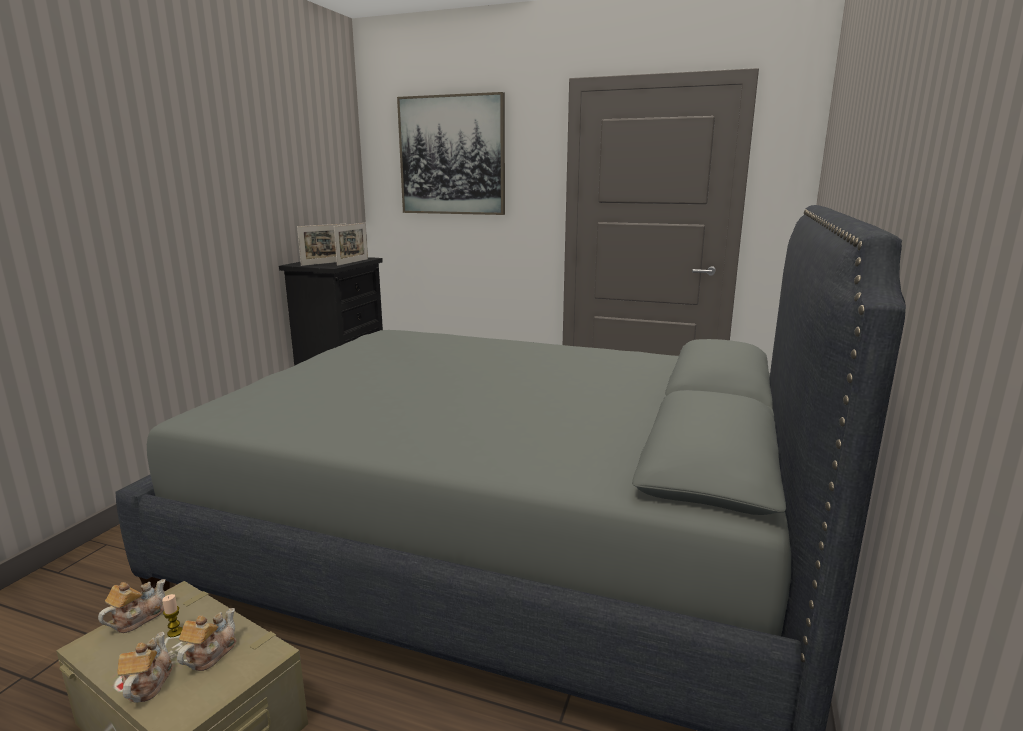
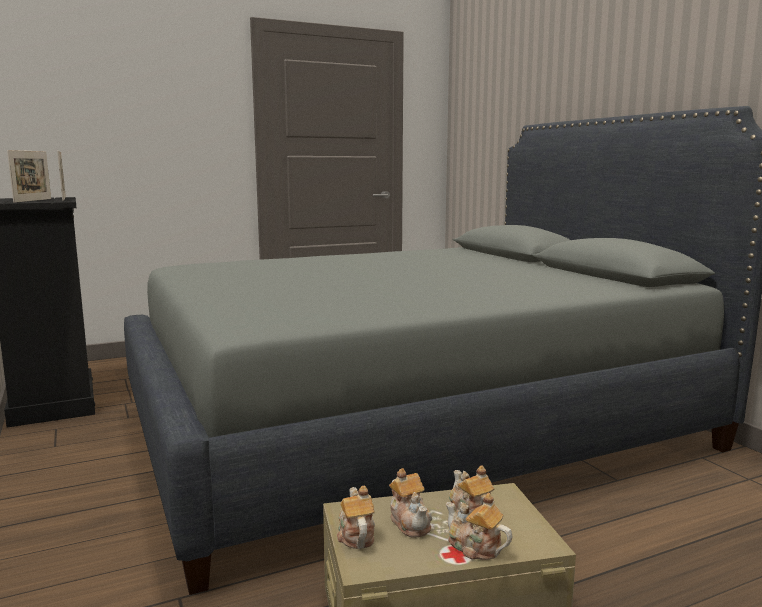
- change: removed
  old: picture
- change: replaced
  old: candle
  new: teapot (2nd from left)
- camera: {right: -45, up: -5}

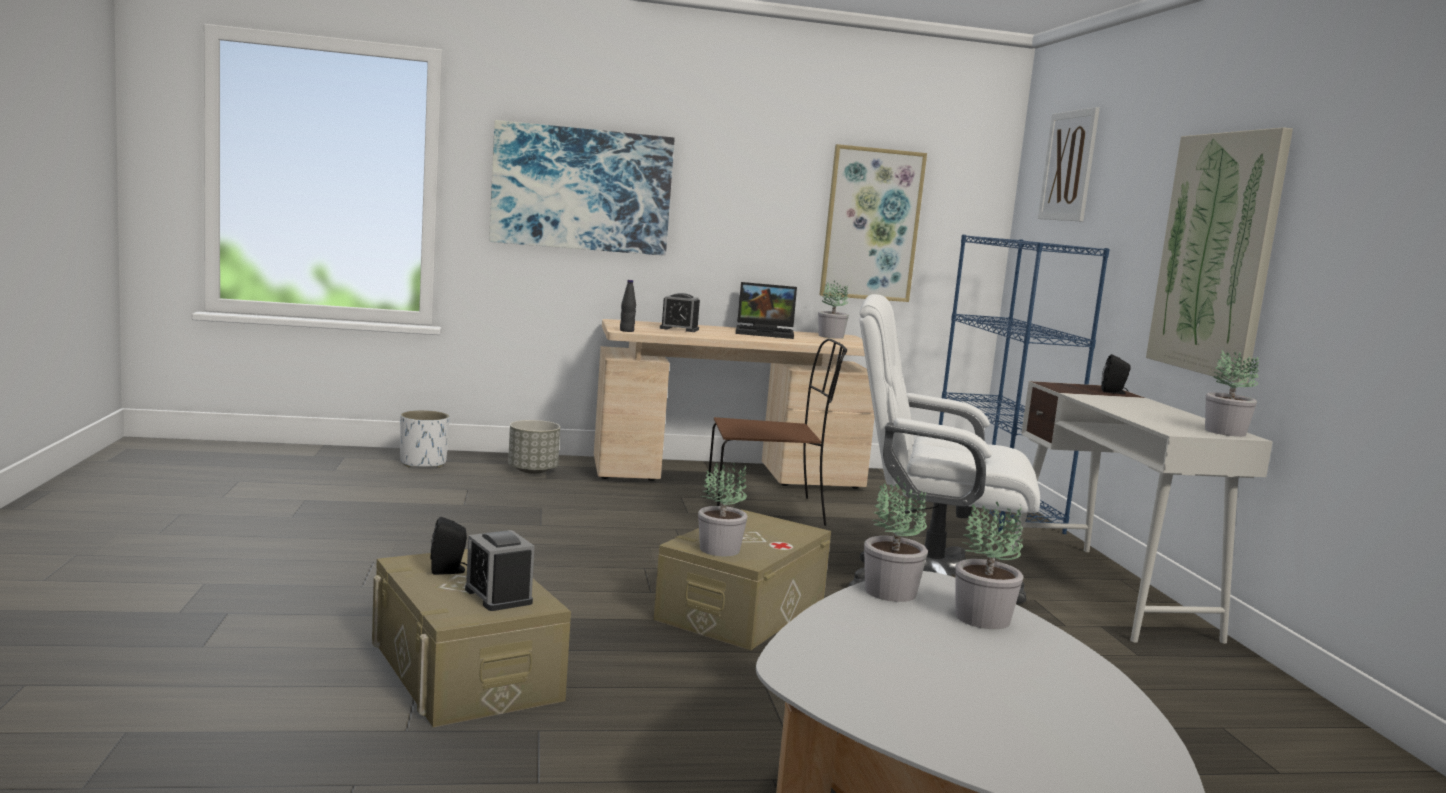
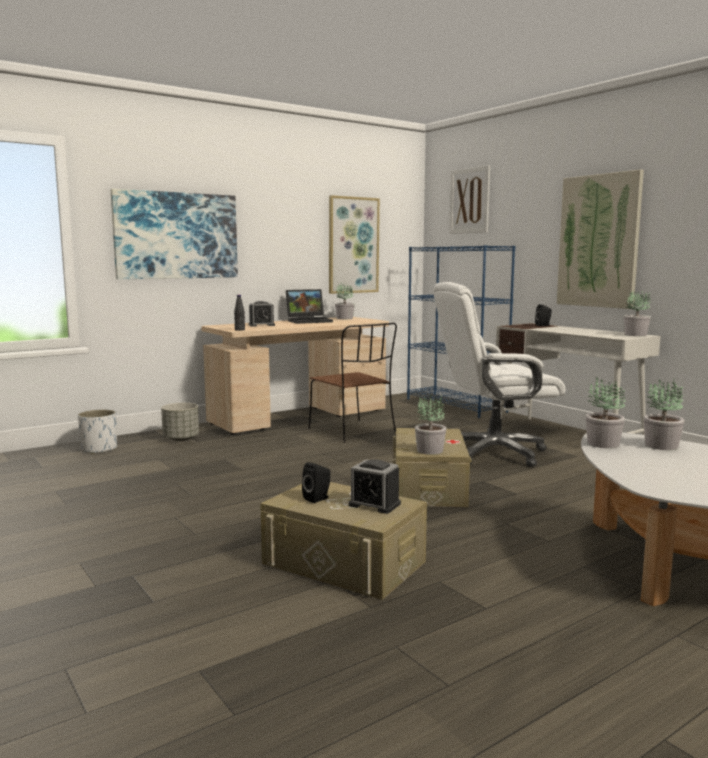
- change: turned
  old: chair (brown)
  degrees: 90
- camera: {right: -25, up: 0}

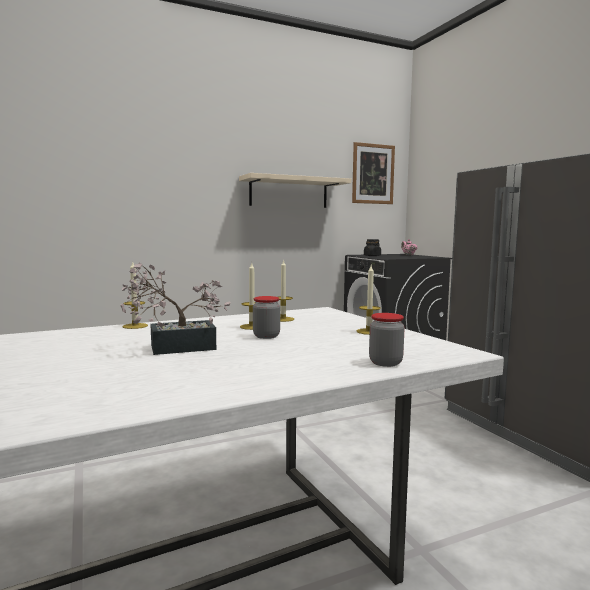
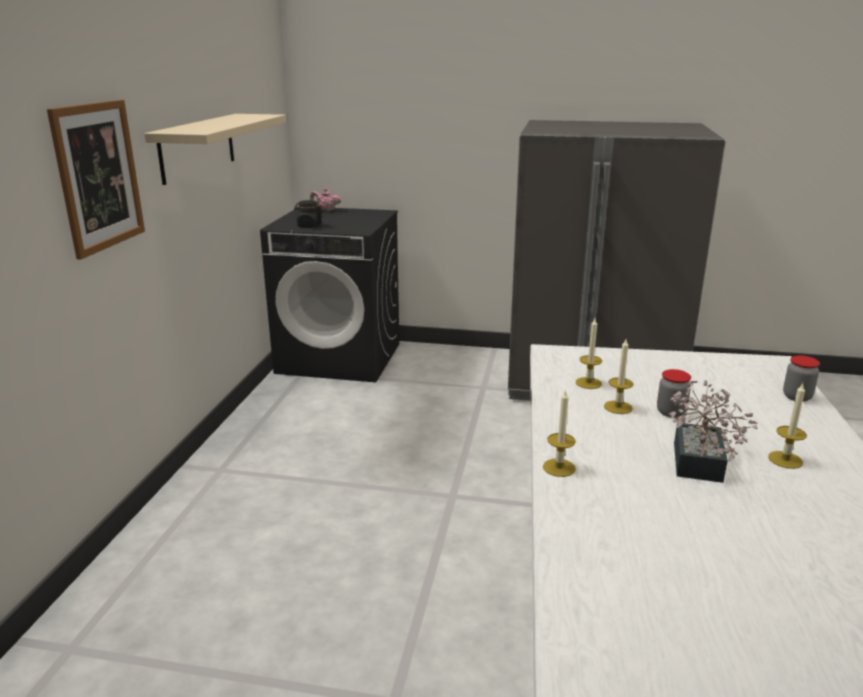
- change: moved
  old: picture
- change: moved
  old: candle (4th from left)
- camera: {right: -55, up: 15}

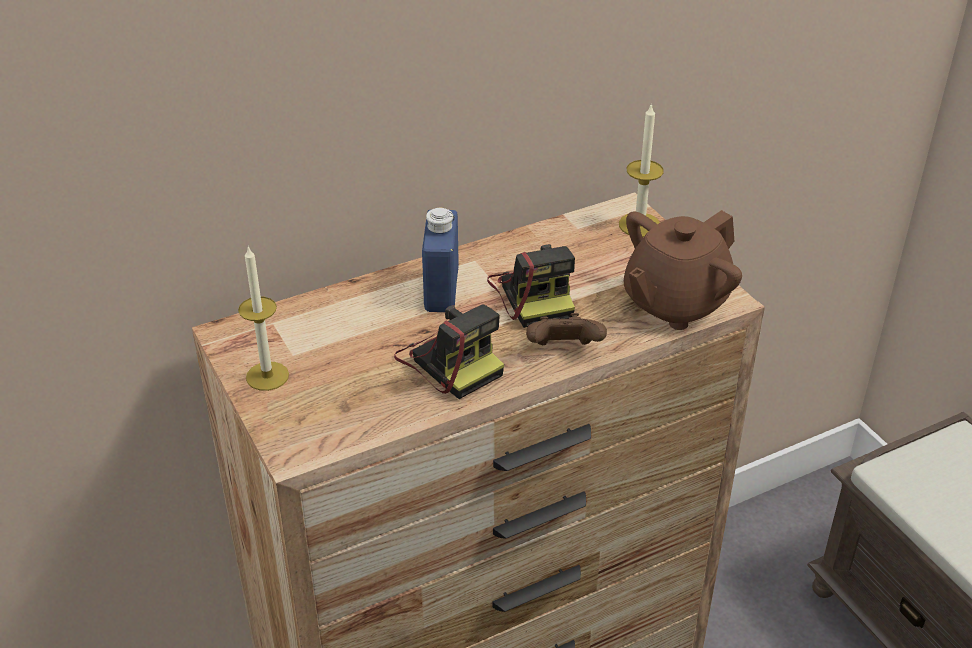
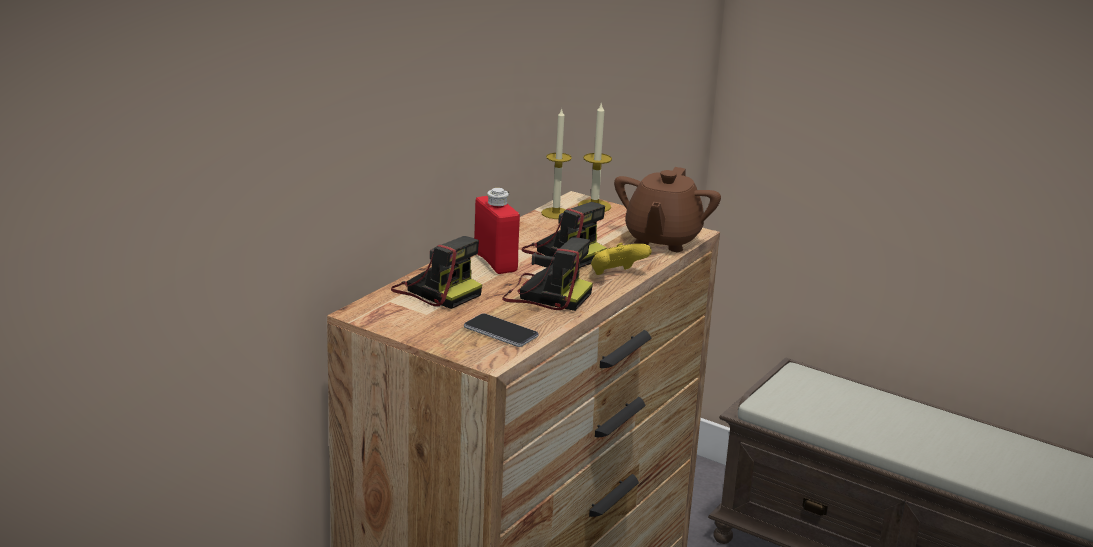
- change: added
  new: photo camera (1st from left)
- change: added
  new: phone
- change: moved
  old: candle (1st from left)
- change: recoloured
  old: bottle (blue)
  new: bottle (red)
- change: recoloured
  old: game controller (brown)
  new: game controller (yellow)
- camera: {right: -30, up: -15}

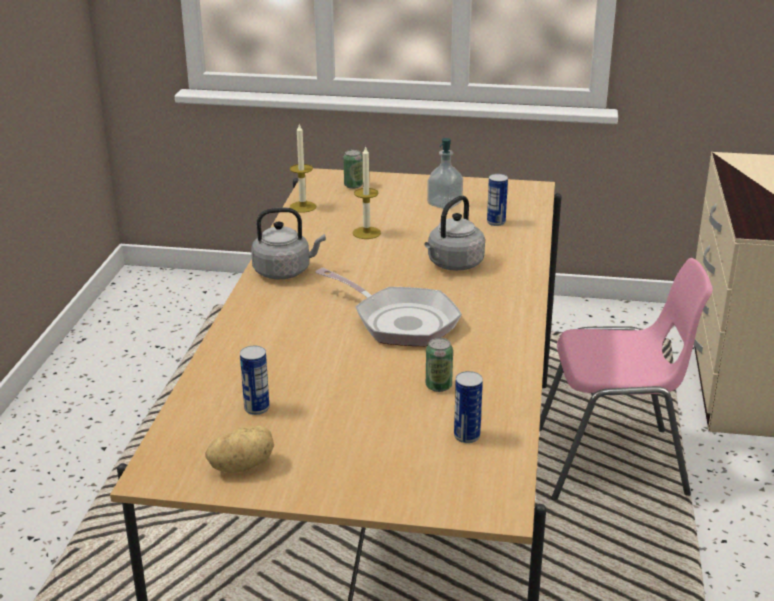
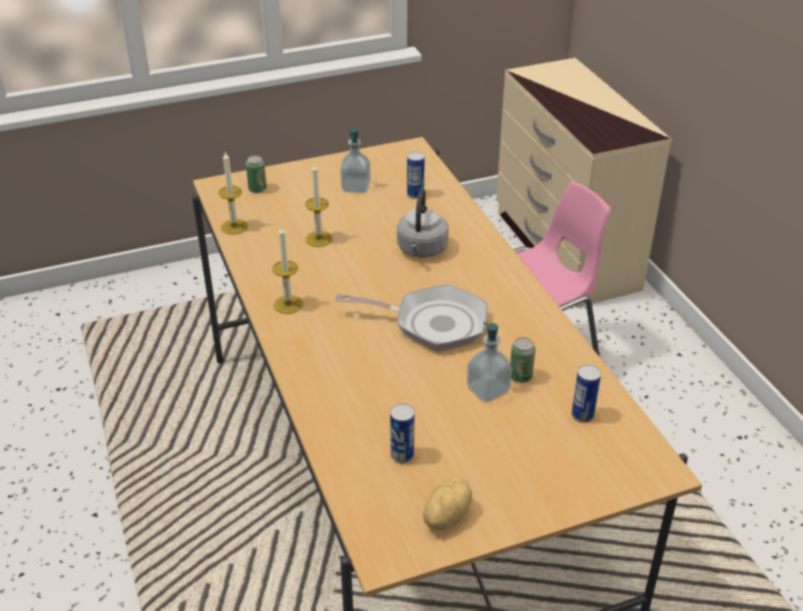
- change: added
  new: soap dispenser (2nd from left)
- change: replaced
  old: kettle (grey) (1st from left)
  new: candle (2nd from left)
- camera: {right: -30, up: 10}

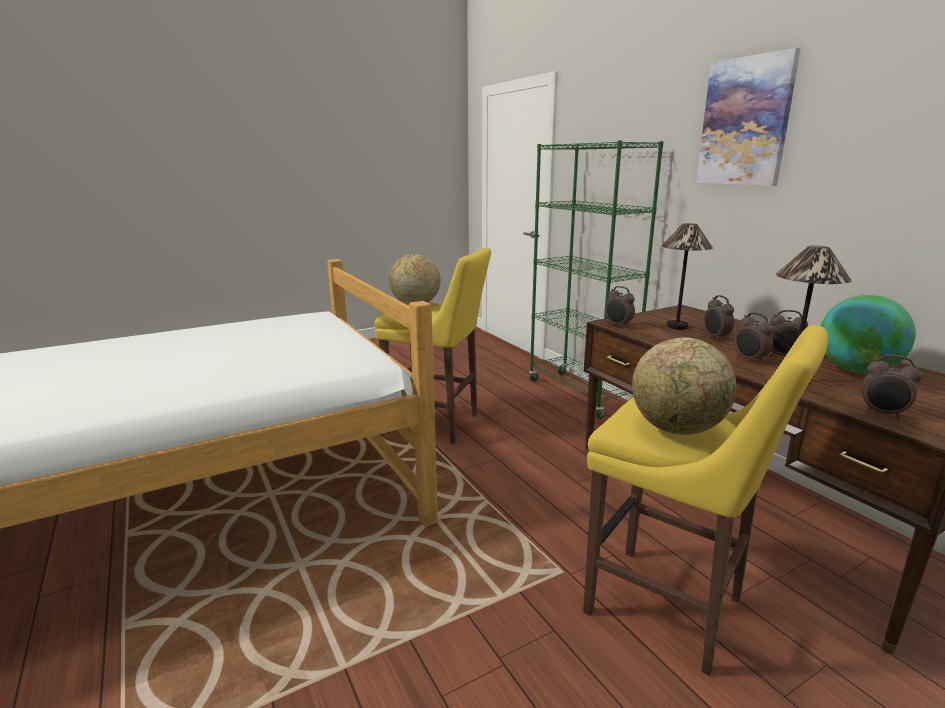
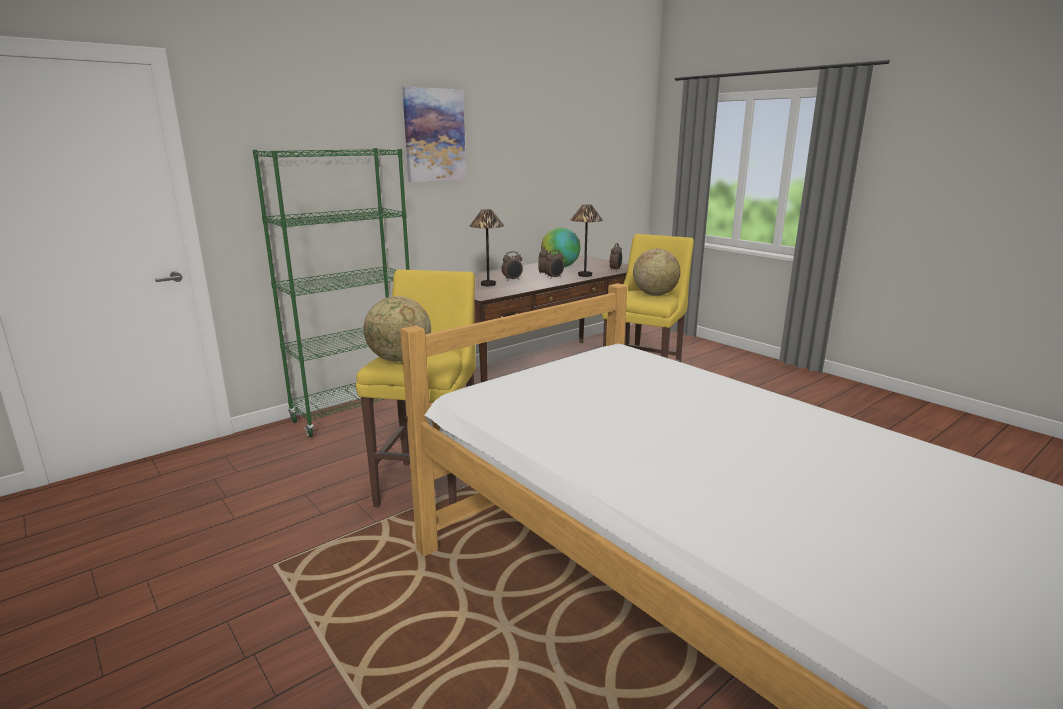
- change: removed
  old: alarm clock (1st from left)
- camera: {right: -100, up: 0}

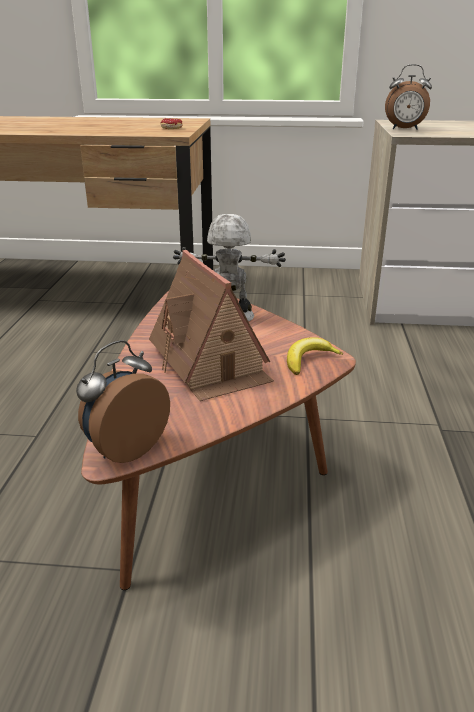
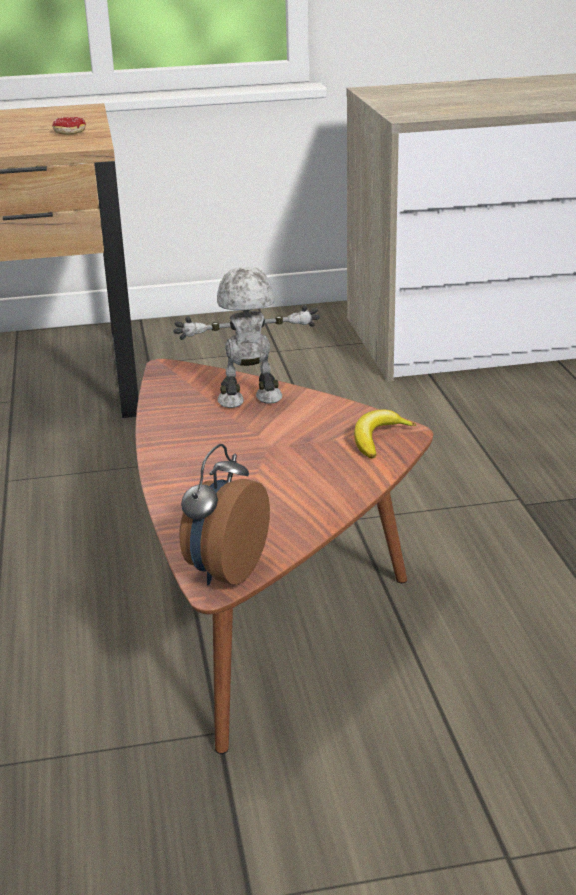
- change: removed
  old: toy house
- change: removed
  old: alarm clock (2nd from left)
- camera: {right: -15, up: 0}

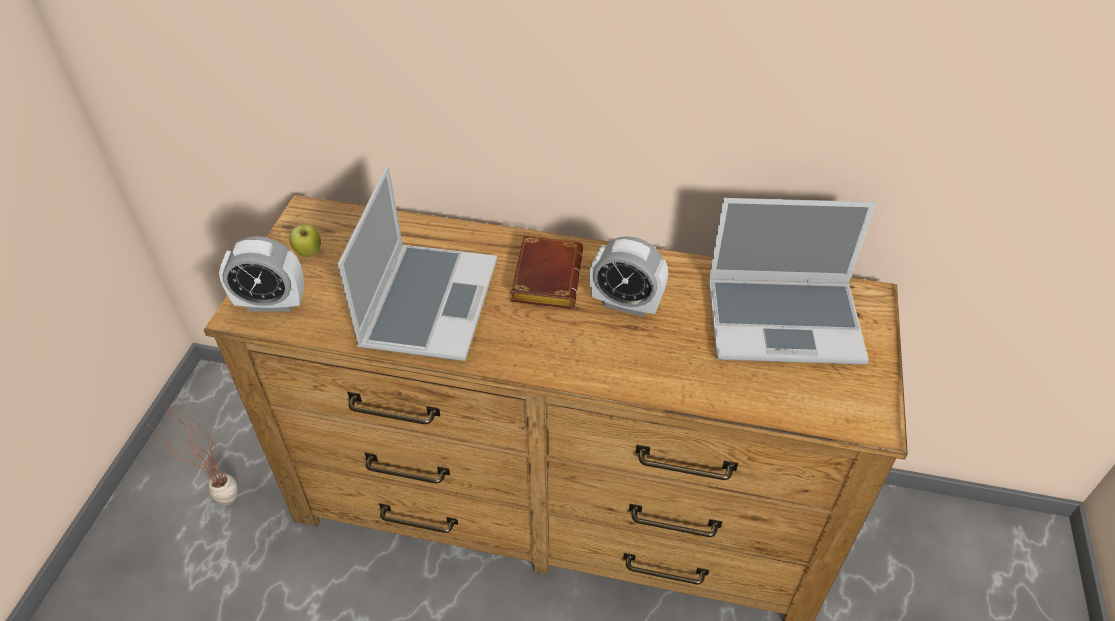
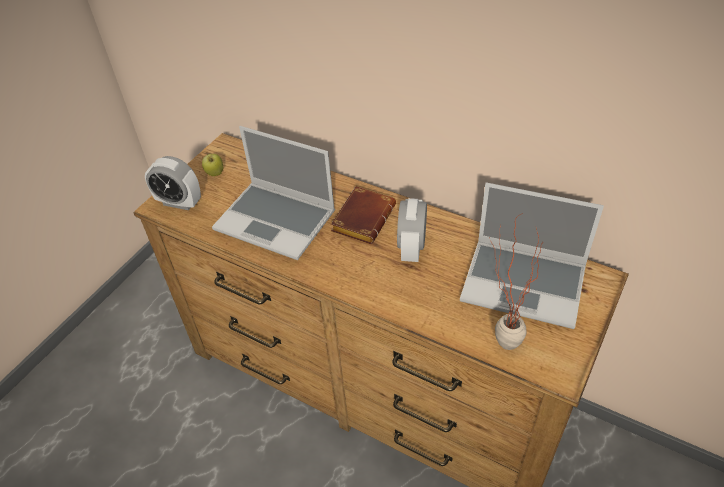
- change: moved
  old: potted plant
- change: turned
  old: laptop (1st from left)
  degrees: 90
- change: turned
  old: alarm clock (2nd from left)
  degrees: 60
- camera: {right: 20, up: 0}

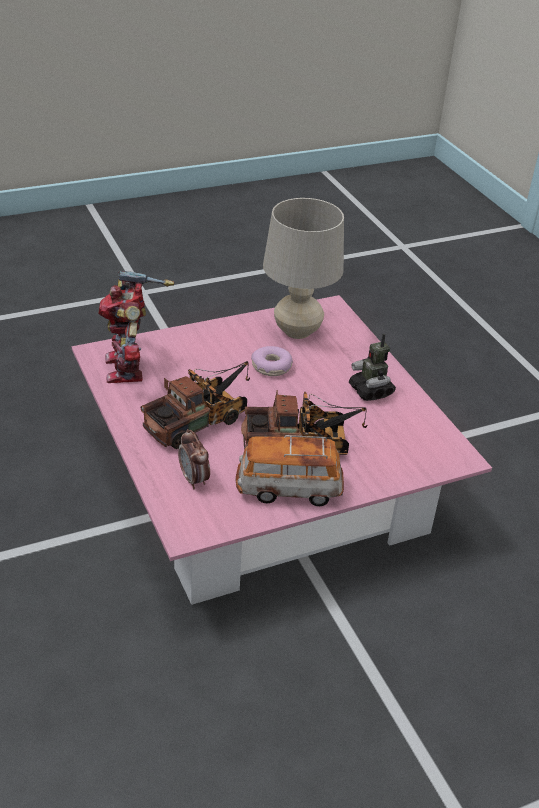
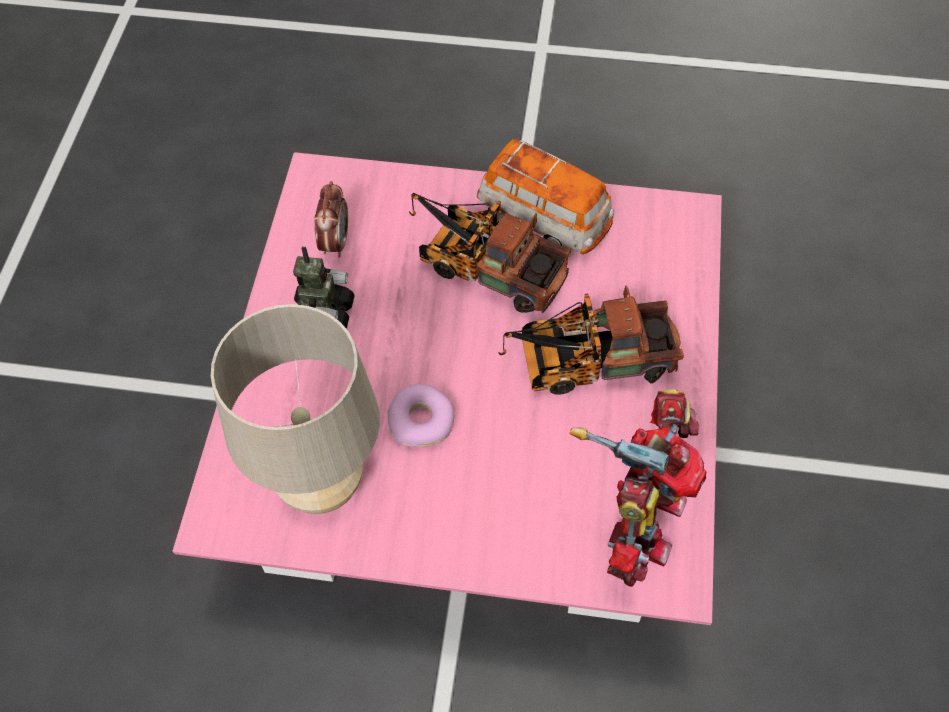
- change: moved
  old: alarm clock
- camera: {right: -145, up: 20}

